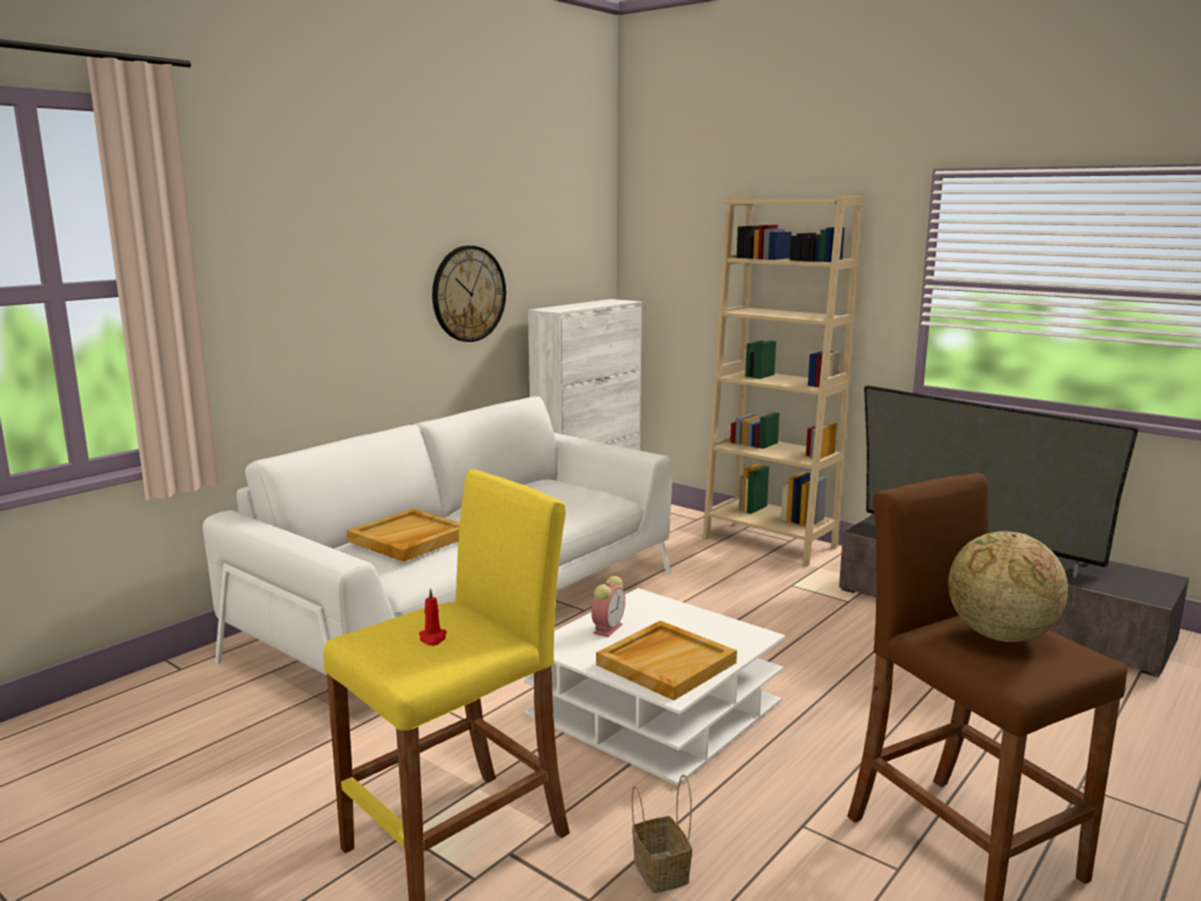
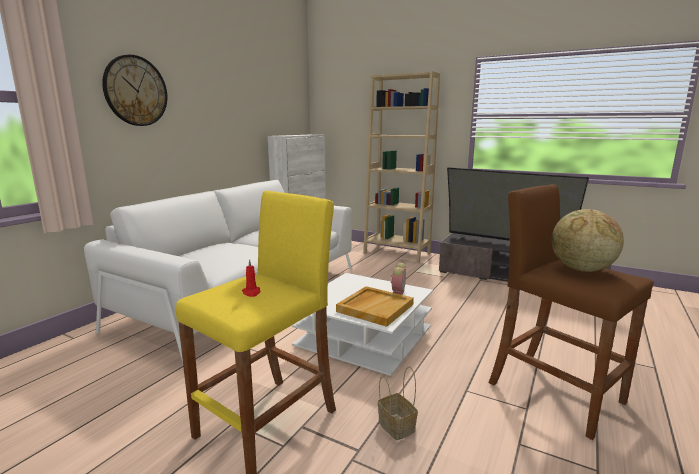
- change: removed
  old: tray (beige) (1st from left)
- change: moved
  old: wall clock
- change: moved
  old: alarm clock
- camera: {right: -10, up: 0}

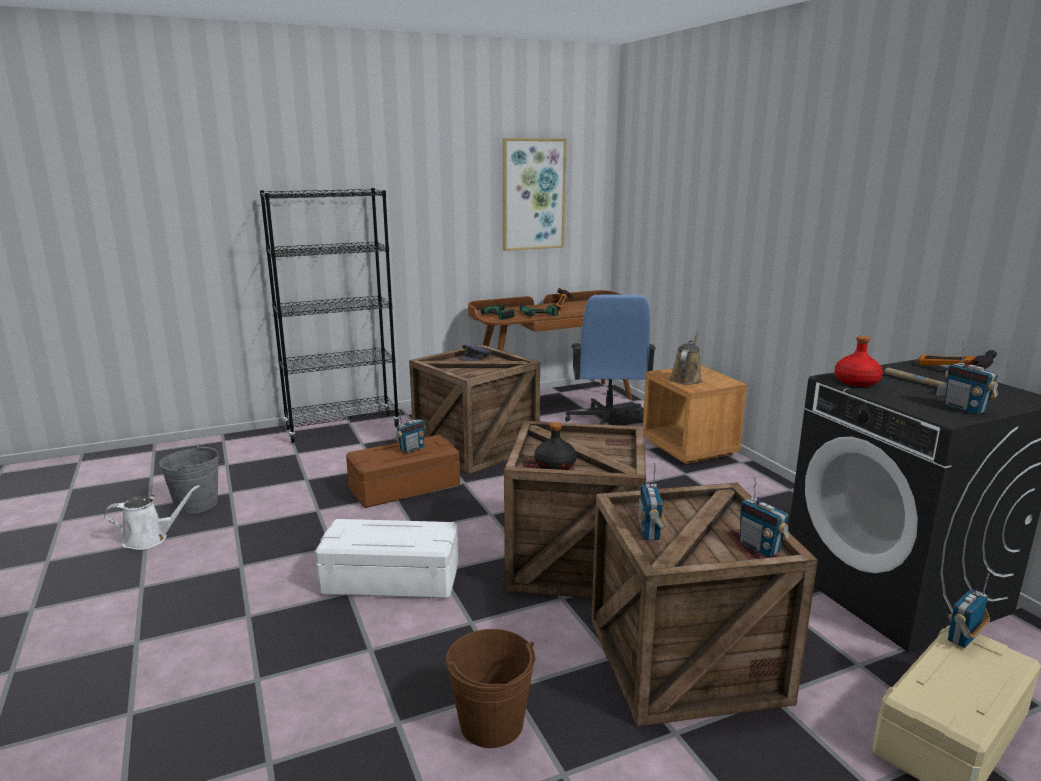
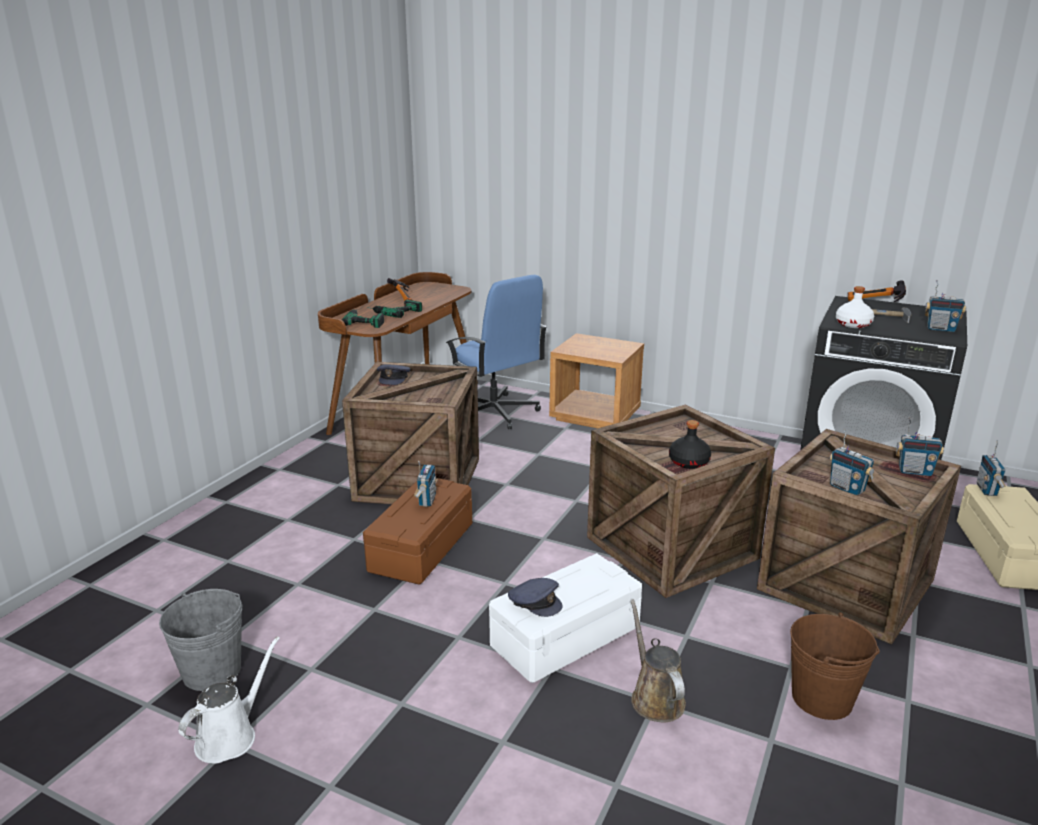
- change: removed
  old: bookcase (black)
- change: removed
  old: picture
- change: added
  new: cap (grey) (2nd from left)
- change: moved
  old: watering can (brown)
- change: recoloured
  old: bottle (red)
  new: bottle (white)
- camera: {right: -40, up: 5}

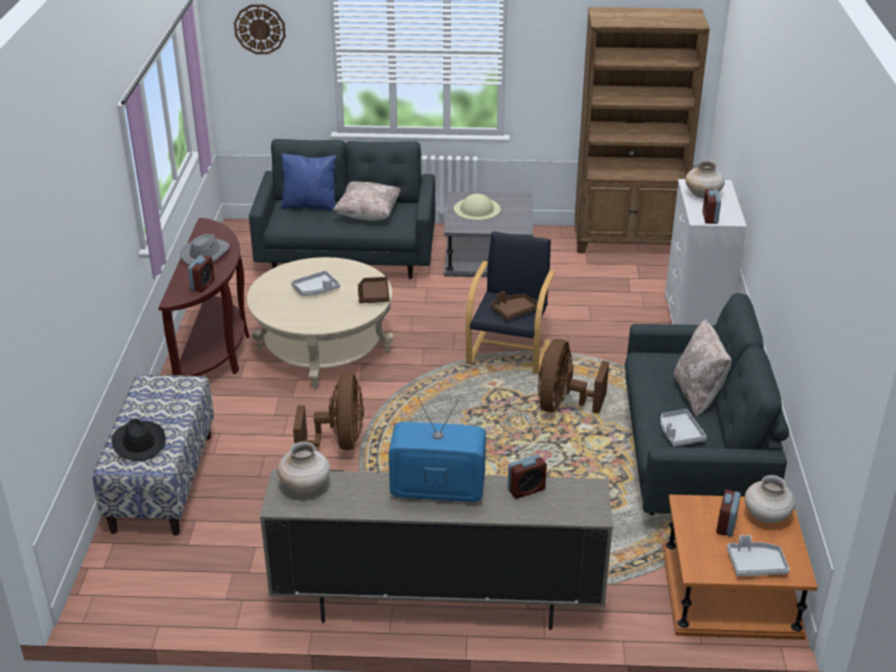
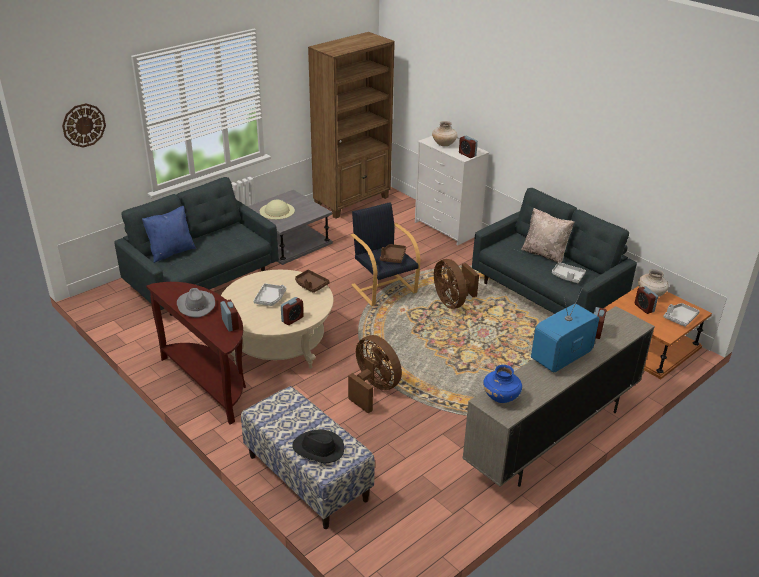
- change: removed
  old: pillow (beige) (1st from left)
- change: added
  new: alarm clock (2nd from left)
- change: recoloured
  old: vase (beige) (1st from left)
  new: vase (blue)
- camera: {right: -45, up: 0}

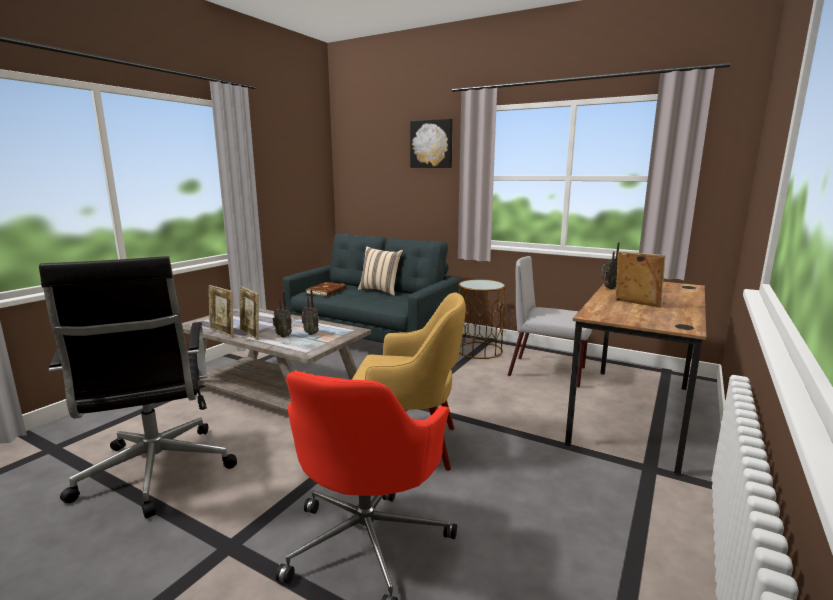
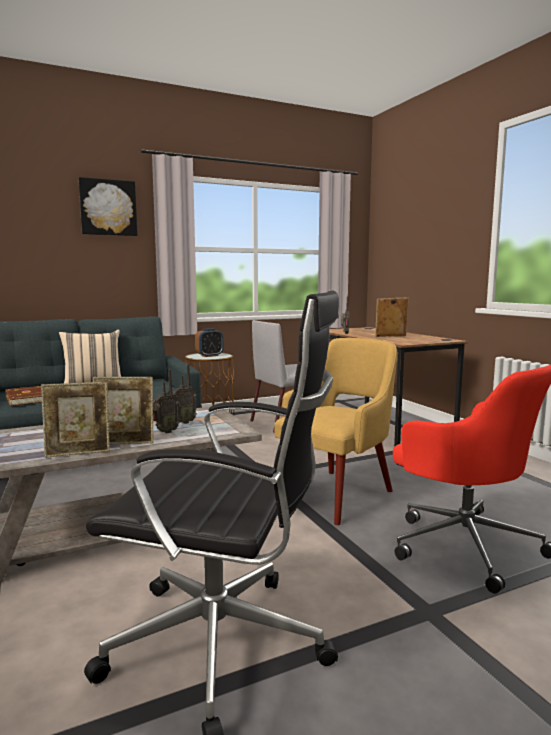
- change: added
  new: alarm clock
- camera: {right: -55, up: -5}

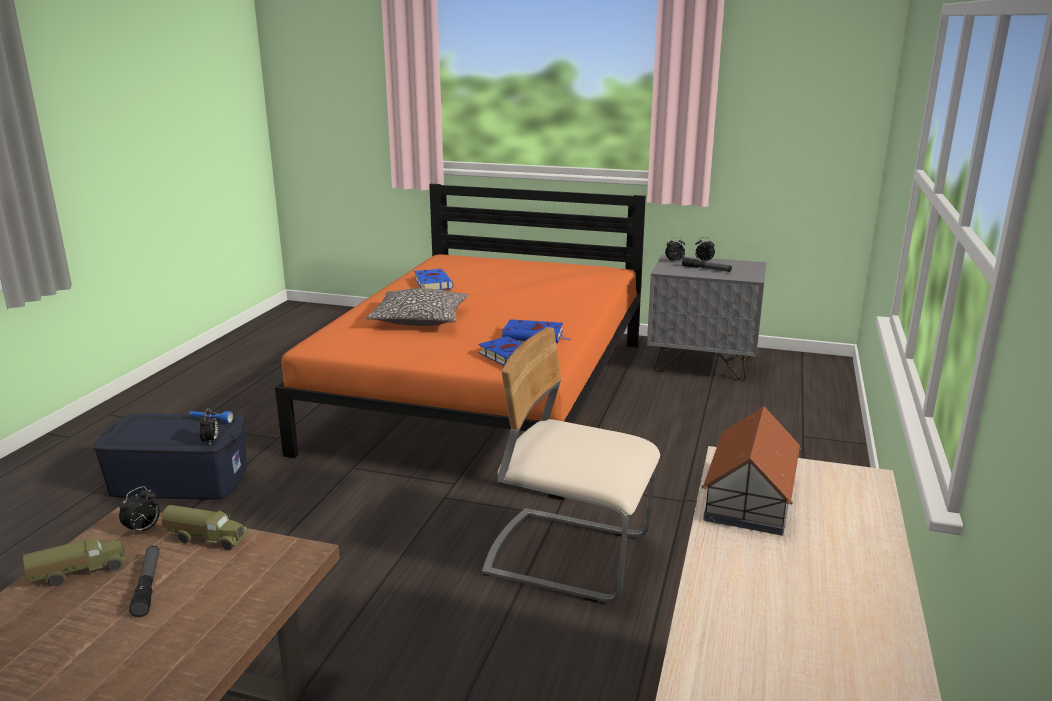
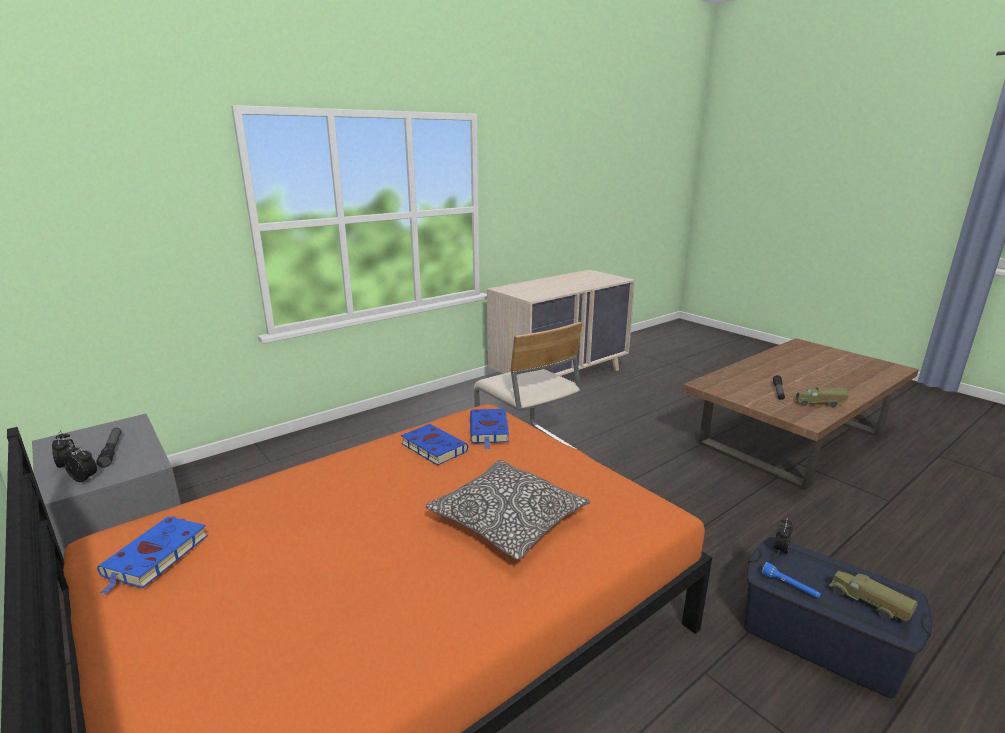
- change: removed
  old: alarm clock (1st from left)
- change: removed
  old: toy house
- change: moved
  old: toy truck (2nd from left)
- change: moved
  old: book (blue) (1st from left)
- camera: {right: -145, up: 0}

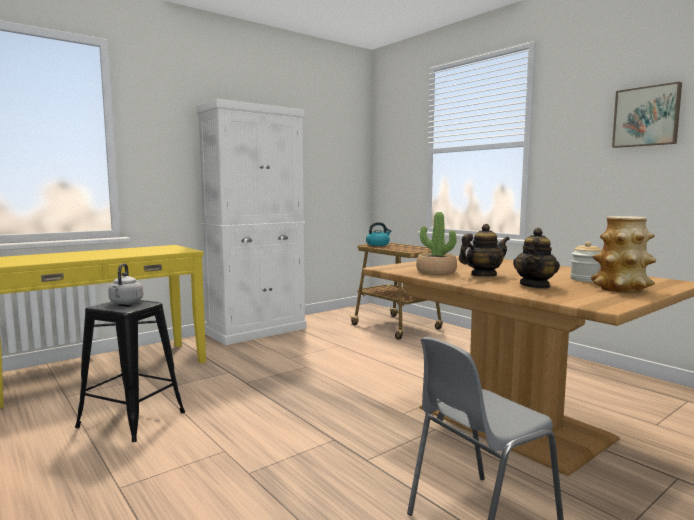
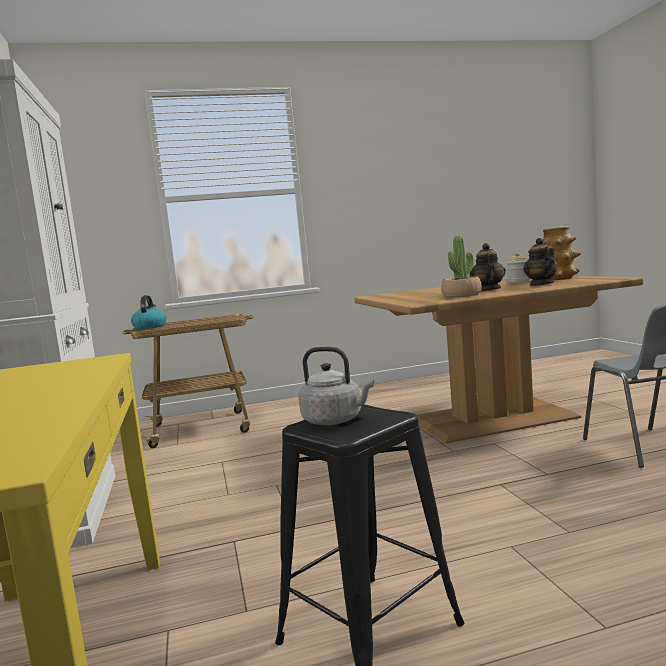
- change: removed
  old: picture
- change: turned
  old: teapot (2nd from left)
  degrees: -150
- camera: {right: -65, up: 0}

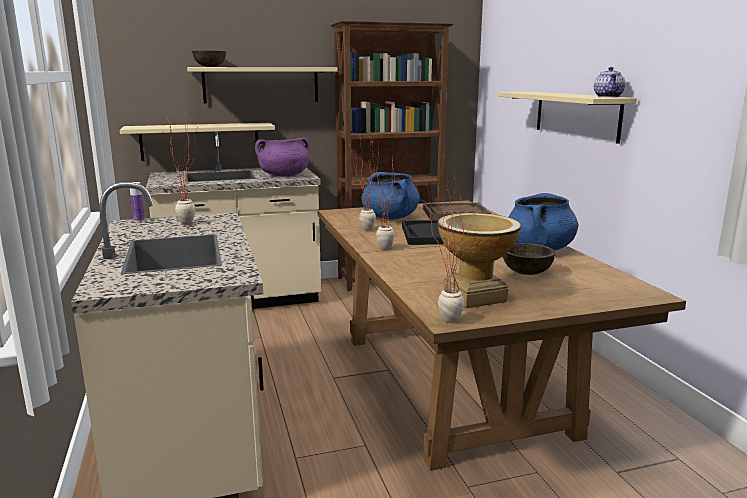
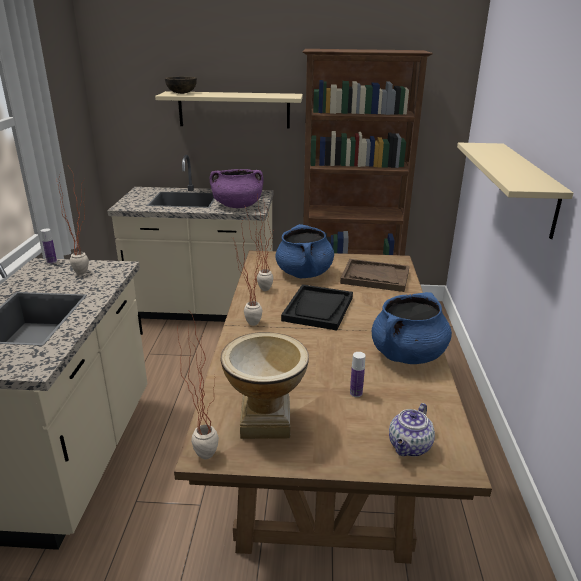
- change: removed
  old: shelf (beige) (1st from left)
- change: moved
  old: teapot
- change: replaced
  old: bowl (brown) (2nd from left)
  new: bottle (2nd from left)
- camera: {right: 20, up: 10}

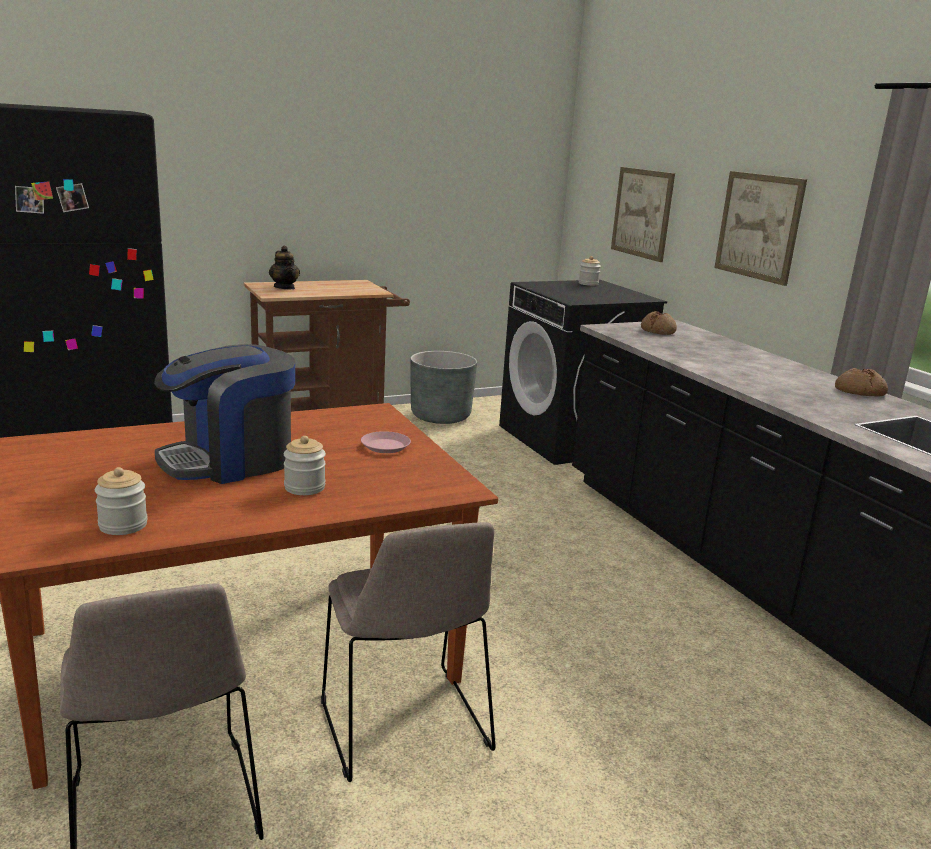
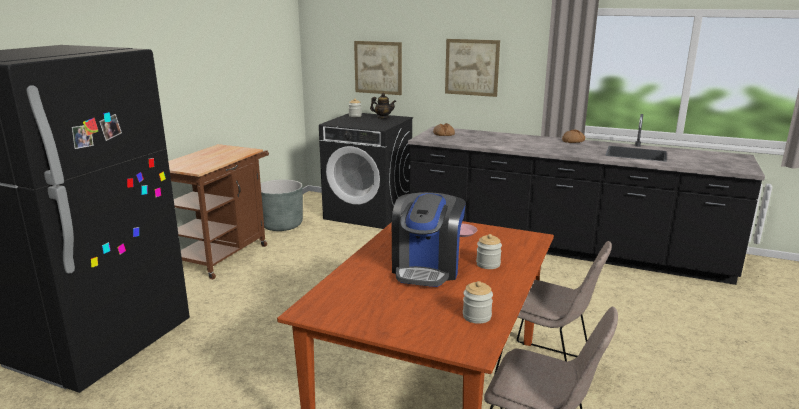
- change: moved
  old: teapot
- camera: {right: -40, up: 0}

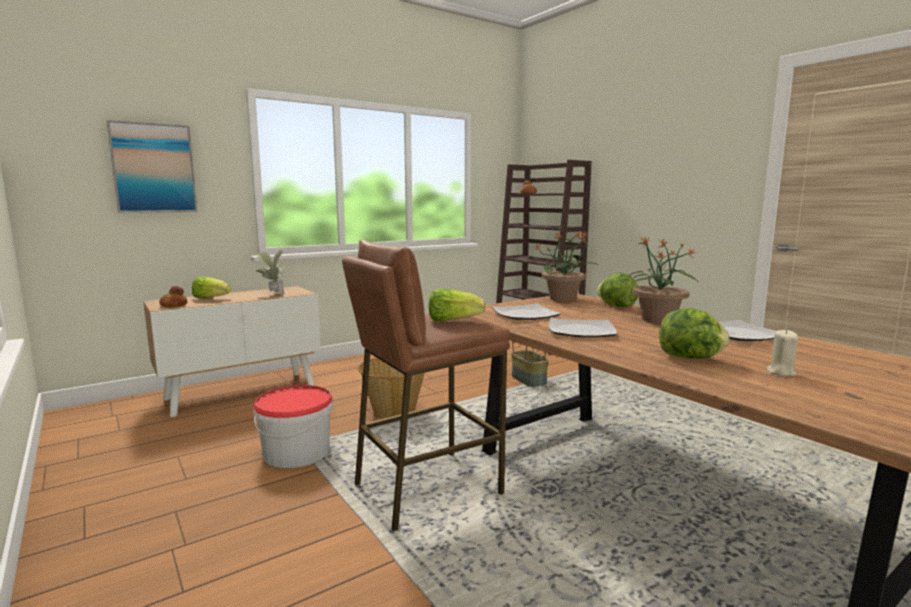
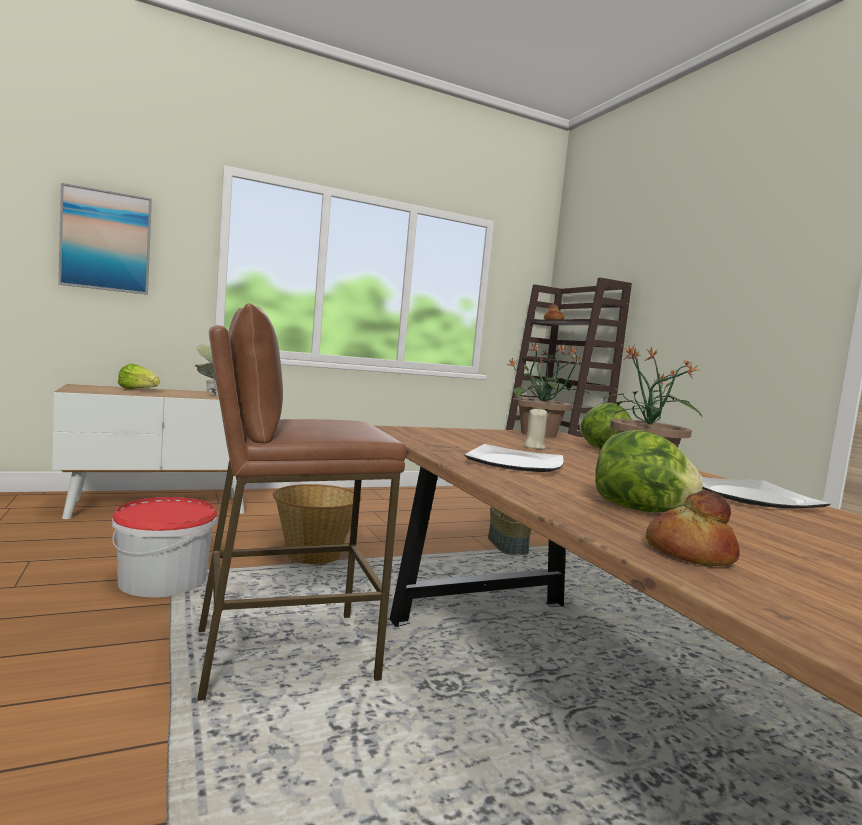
- change: removed
  old: lettuce (2nd from left)
- change: removed
  old: plate (1st from left)
- change: moved
  old: bread (1st from left in the first image)
  new: bread (2nd from left)
- change: moved
  old: candle (beige)
- camera: {right: 10, up: -5}

